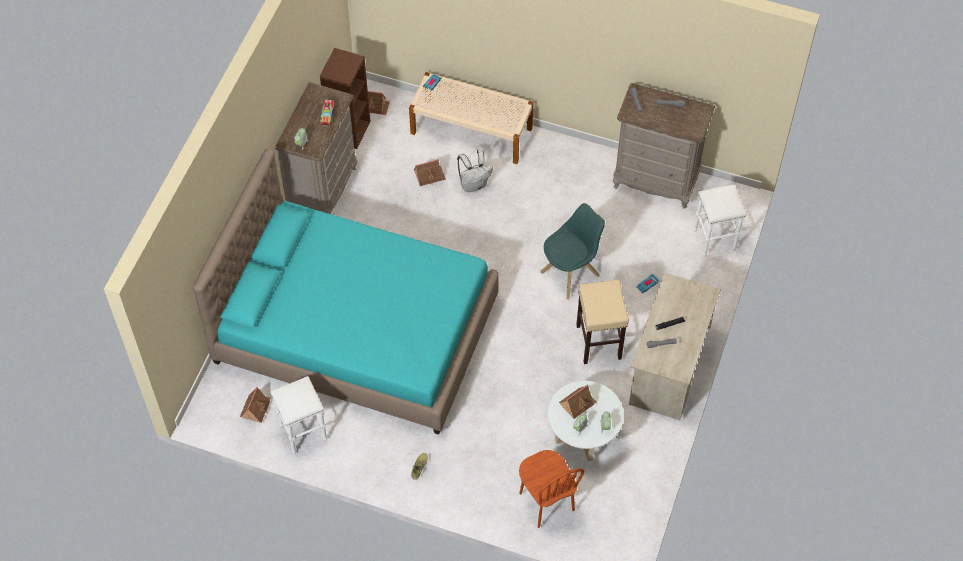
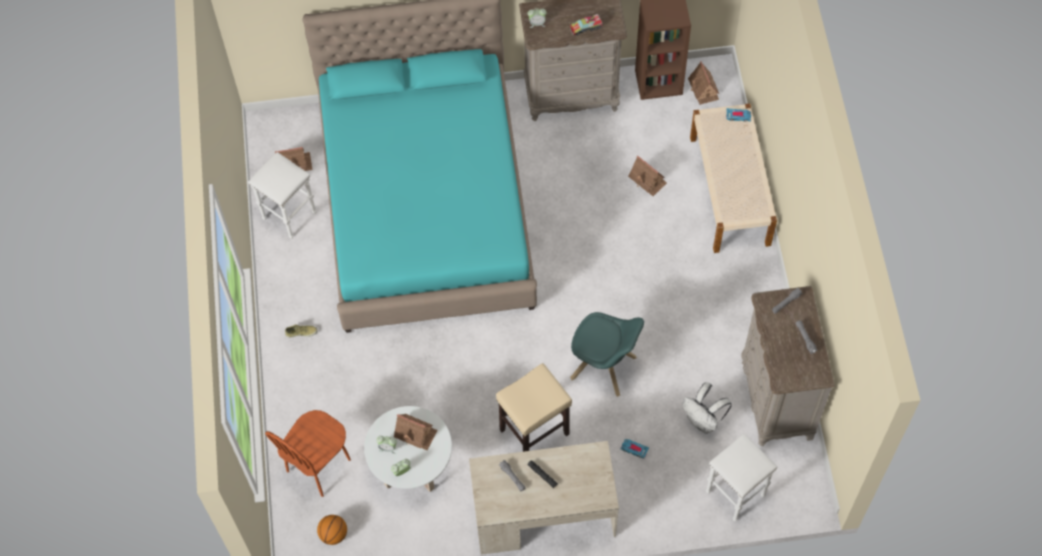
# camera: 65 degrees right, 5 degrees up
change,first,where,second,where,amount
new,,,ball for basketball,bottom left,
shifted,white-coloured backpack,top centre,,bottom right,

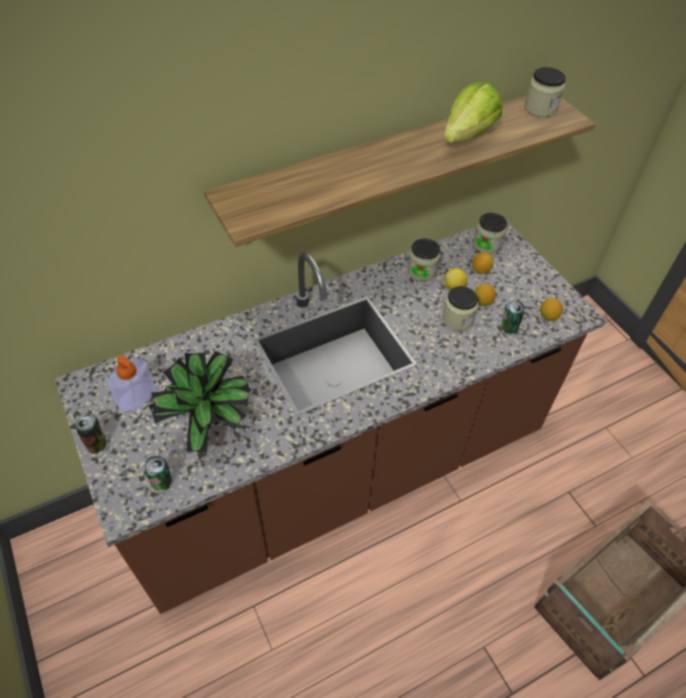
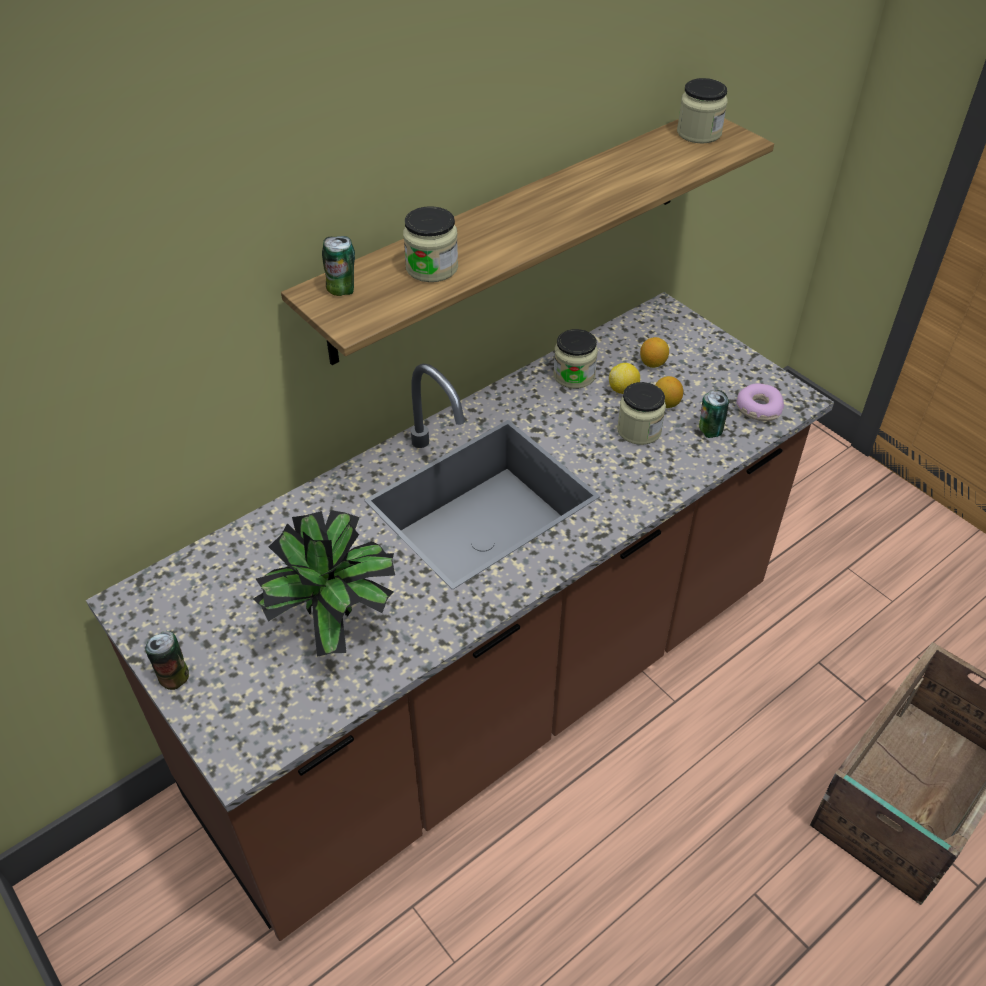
# camera: 10 degrees left, 5 degrees down
change,first,where,second,where,amount
shifted,can (no. 2 from left),bottom left,,top centre,
shifted,storage jar (no. 3 from left in the first image),middle right,storage jar (no. 1 from left),top centre,
swapped,citrus fruit (no. 4 from left),middle right,ring doughnut,middle right,
gone,soap dispenser,middle left,,,
gone,lettuce head,top right,,,

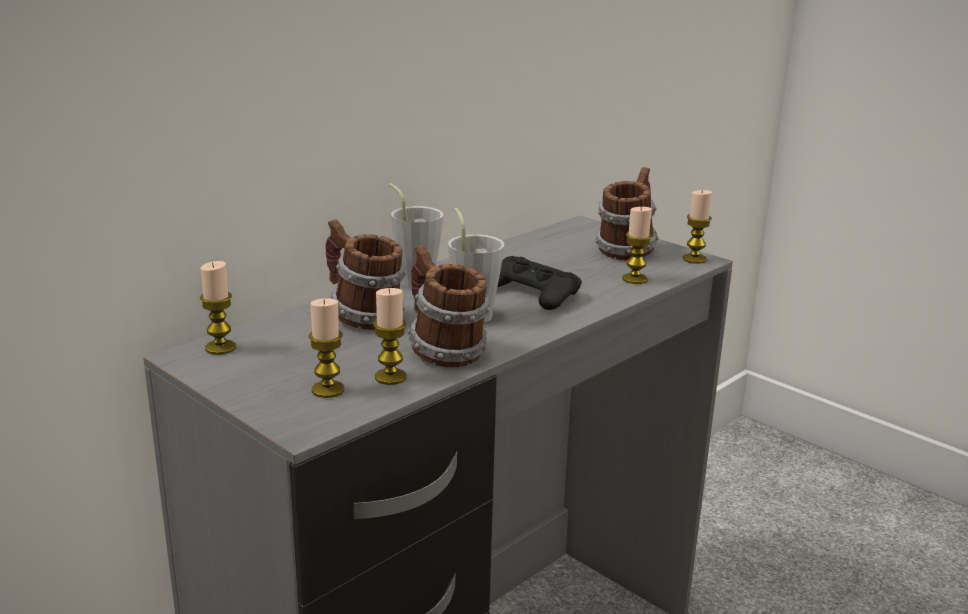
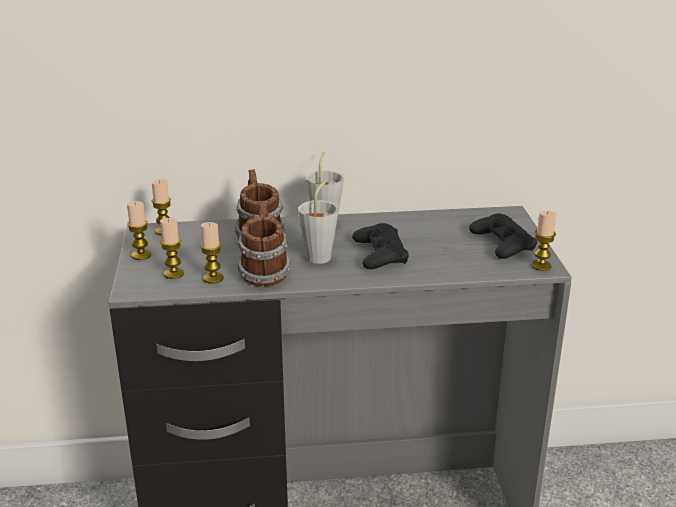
# camera: 40 degrees right, 5 degrees up
change,first,where,second,where,amount
shifted,wax light (no. 4 from left in the first image),centre,wax light (no. 1 from left),middle left,
swapped,tea mug (no. 3 from left),centre,blackish game controller (no. 2 from left),middle right,

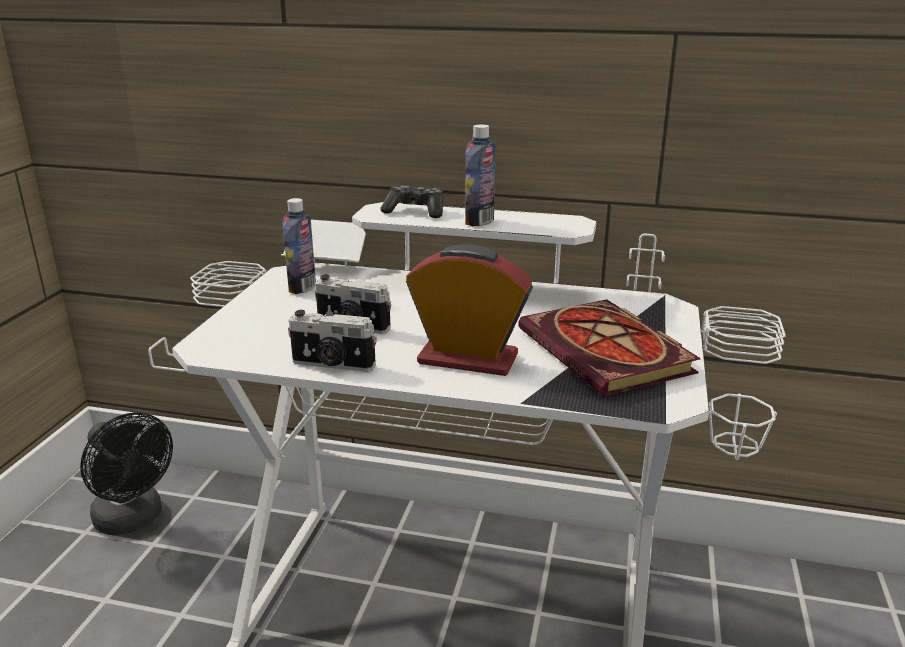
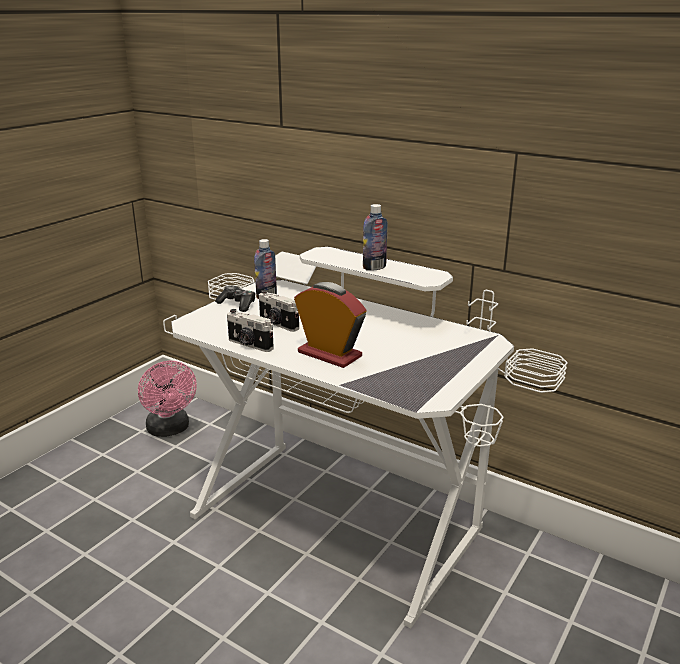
# camera: 20 degrees right, 0 degrees up
change,first,where,second,where,amount
repainted,blackish cooling fan,bottom left,pinkish cooling fan,middle left,
shifted,game controller,top centre,,centre,
gone,book,middle right,,,

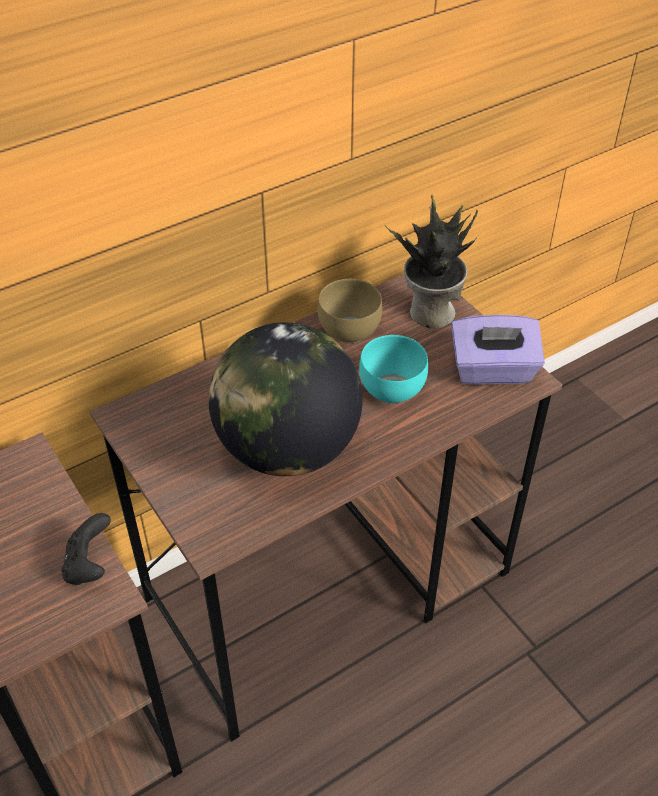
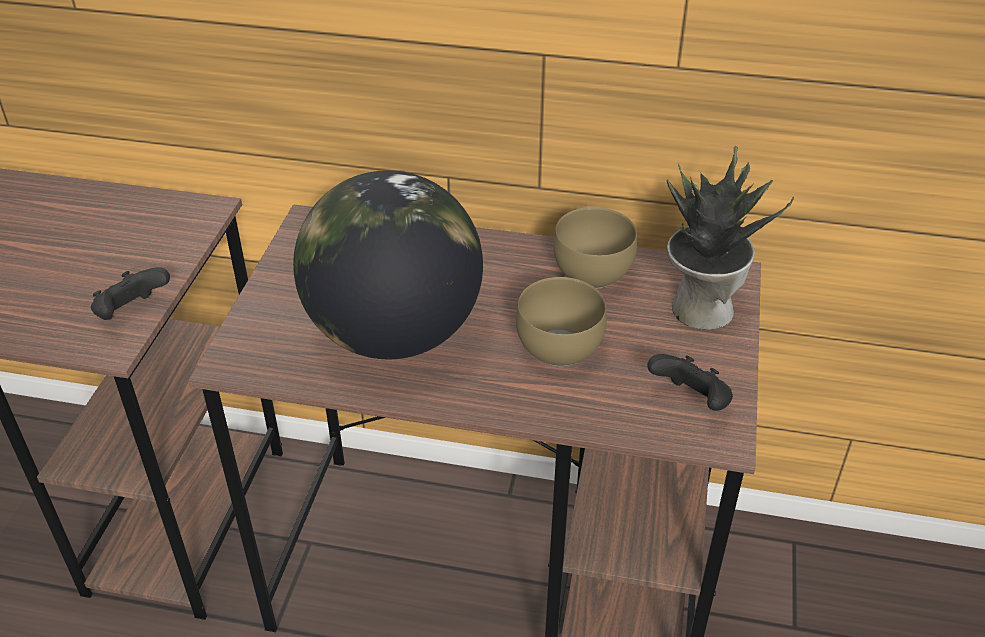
# camera: 45 degrees right, 5 degrees down
change,first,where,second,where,amount
repainted,blue-green deep dish,centre,brown deep dish (no. 1 from left),centre,
swapped,purplish box of tissues,middle right,blackish game controller (no. 2 from left),middle right,

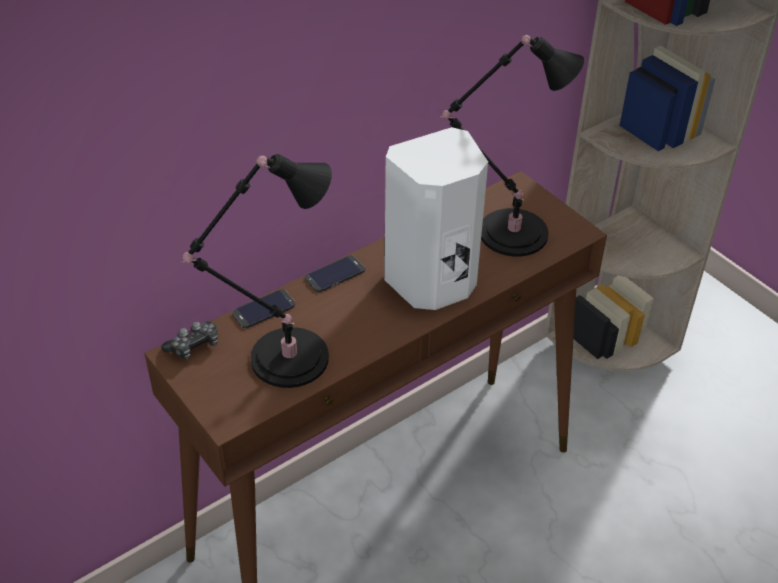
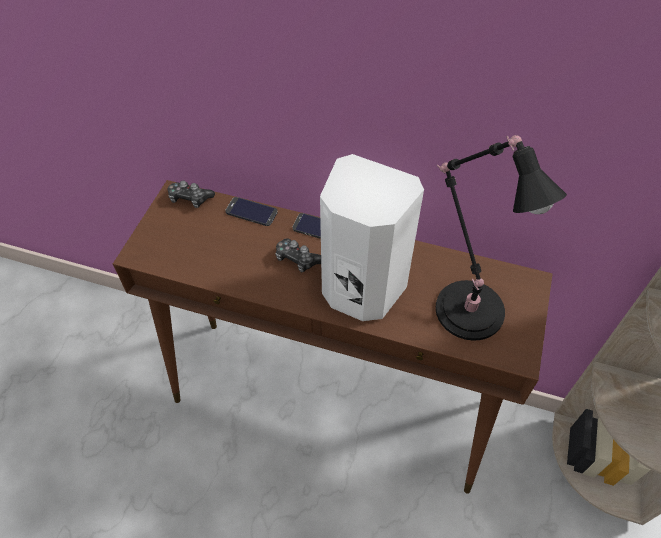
# camera: 55 degrees right, 10 degrees up
change,first,where,second,where,amount
new,,,game controller (no. 2 from left),centre,
gone,blackish table lamp (no. 1 from left),middle left,,,

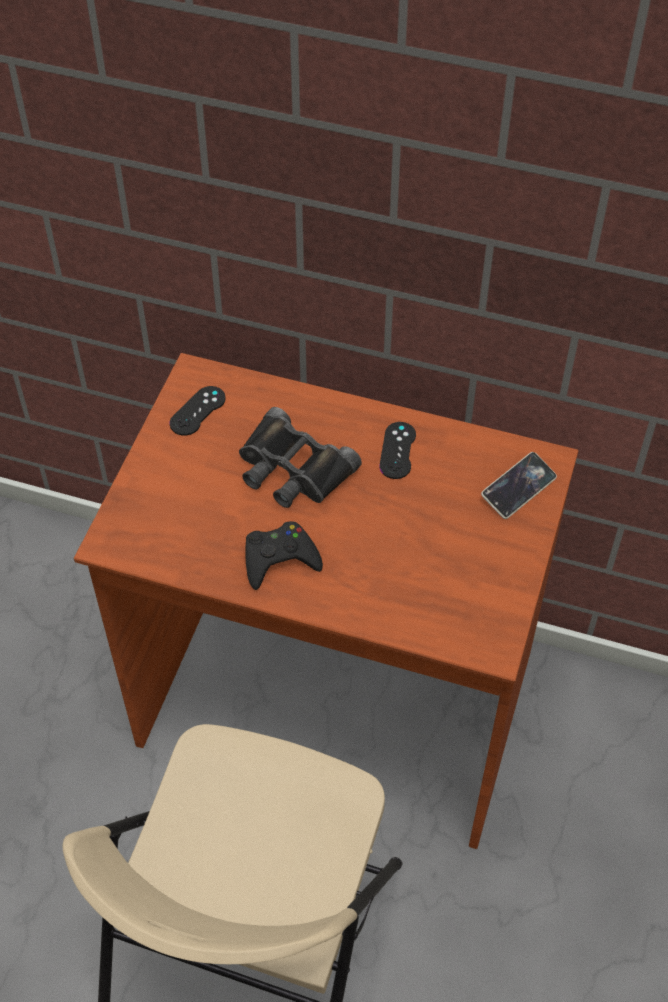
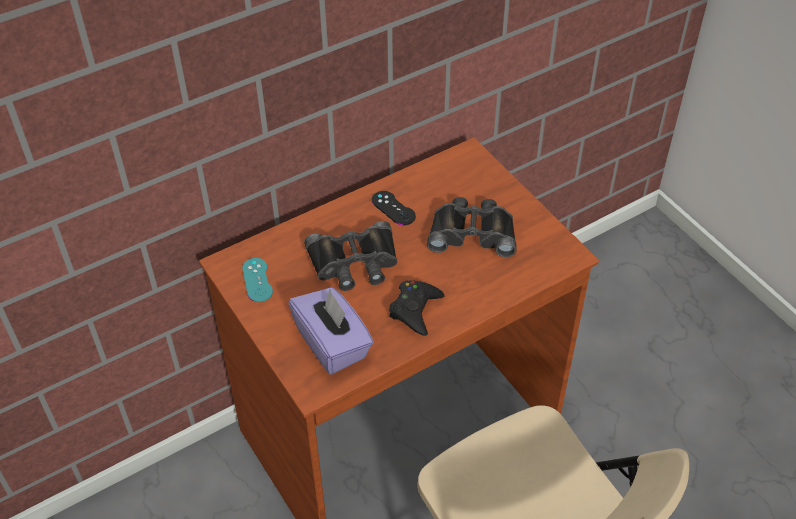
# camera: 50 degrees left, 5 degrees down
change,first,where,second,where,amount
repainted,blackish game controller (no. 1 from left),middle left,blue-green game controller,middle left,
new,,,purplish box of tissues,centre,
new,,,blackish field glasses (no. 2 from left),centre,
gone,telephone,middle right,,,

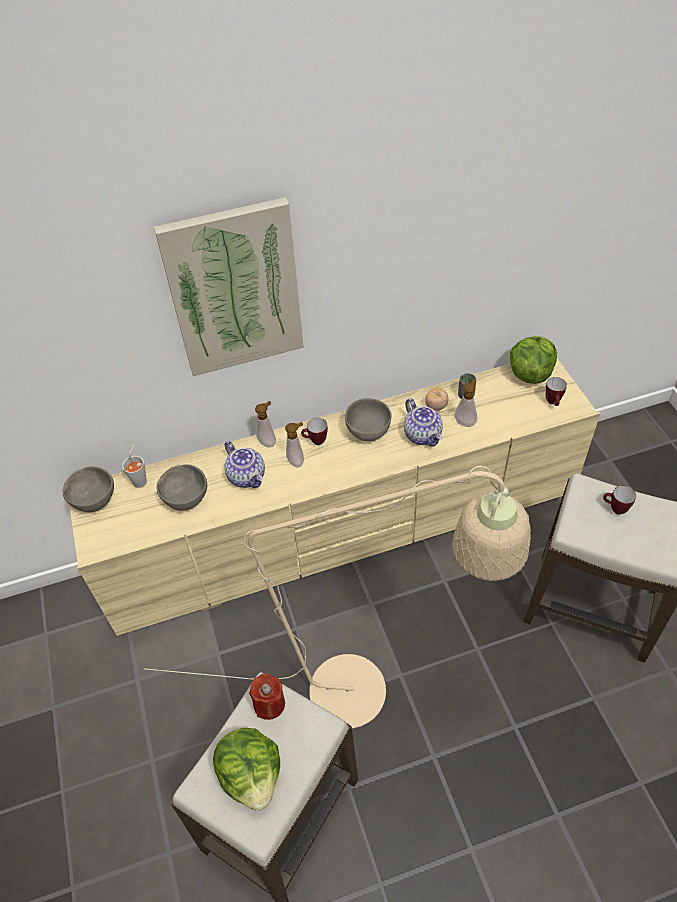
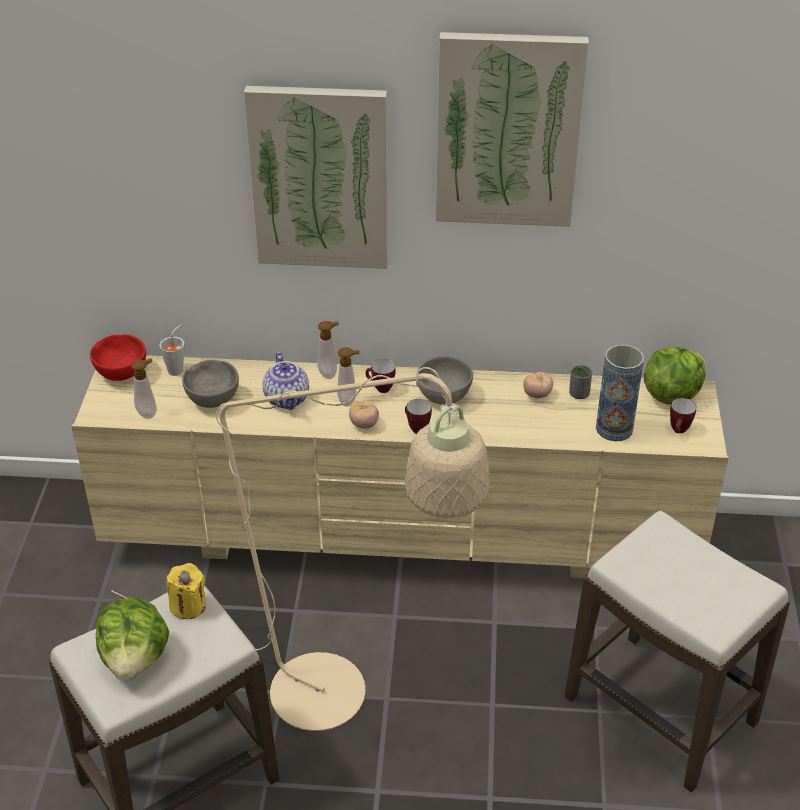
# camera: 20 degrees right, 10 degrees down
change,first,where,second,where,amount
repainted,grey deep dish (no. 1 from left),middle left,red-coloured deep dish,middle left,
shifted,soap dispenser (no. 3 from left in the first image),middle right,soap dispenser (no. 1 from left),middle left,
repainted,red-coloured wax light,bottom centre,yellowish wax light,bottom left,
new,,,tomato (no. 1 from left),centre,
shifted,tea mug (no. 3 from left in the first image),middle right,tea mug (no. 2 from left),centre,
new,,,picture (no. 2 from left),top centre,
new,,,flower vase,middle right,
gone,tea pot (no. 2 from left),centre,,,

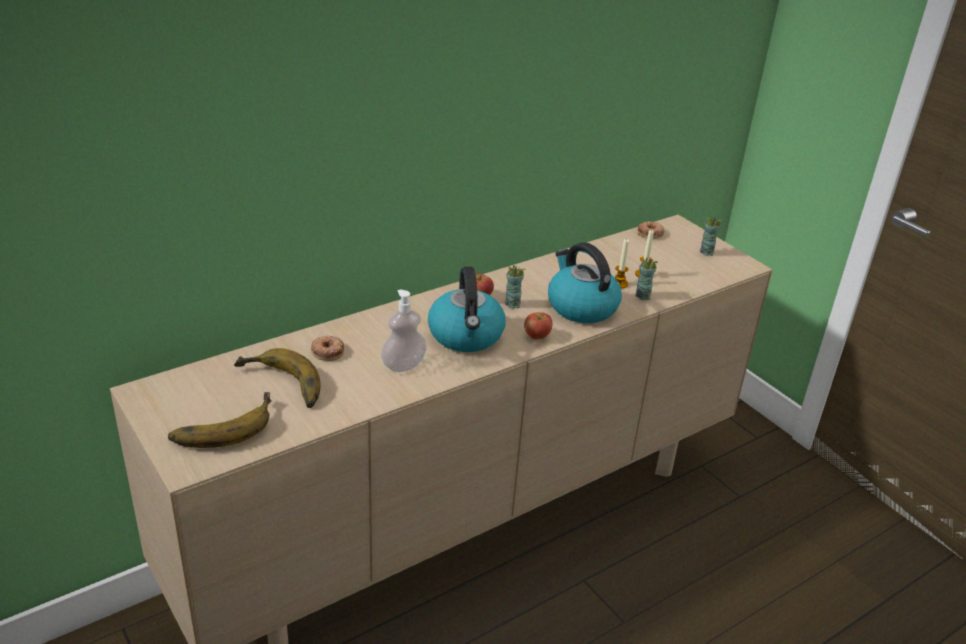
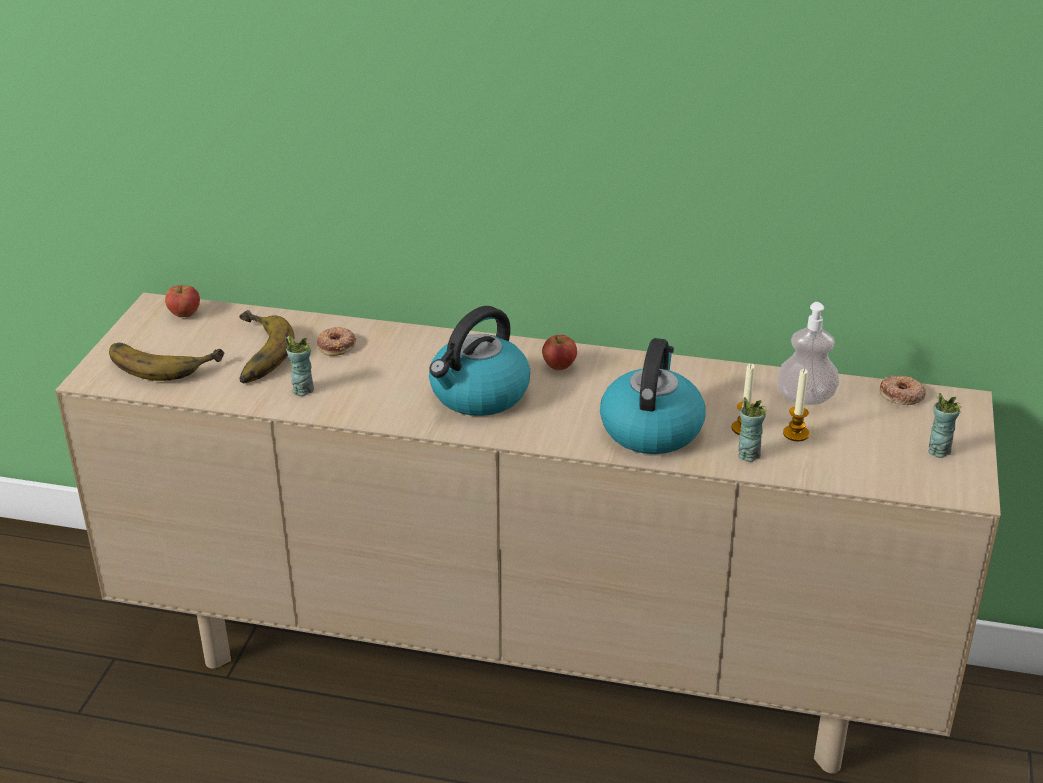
# camera: 50 degrees right, 0 degrees up
change,first,where,second,where,amount
shifted,whole apple (no. 2 from left in the first image),centre,whole apple (no. 1 from left),middle left,
shifted,cup (no. 1 from left),centre,,middle left,
shifted,soap dispenser,centre,,middle right,

